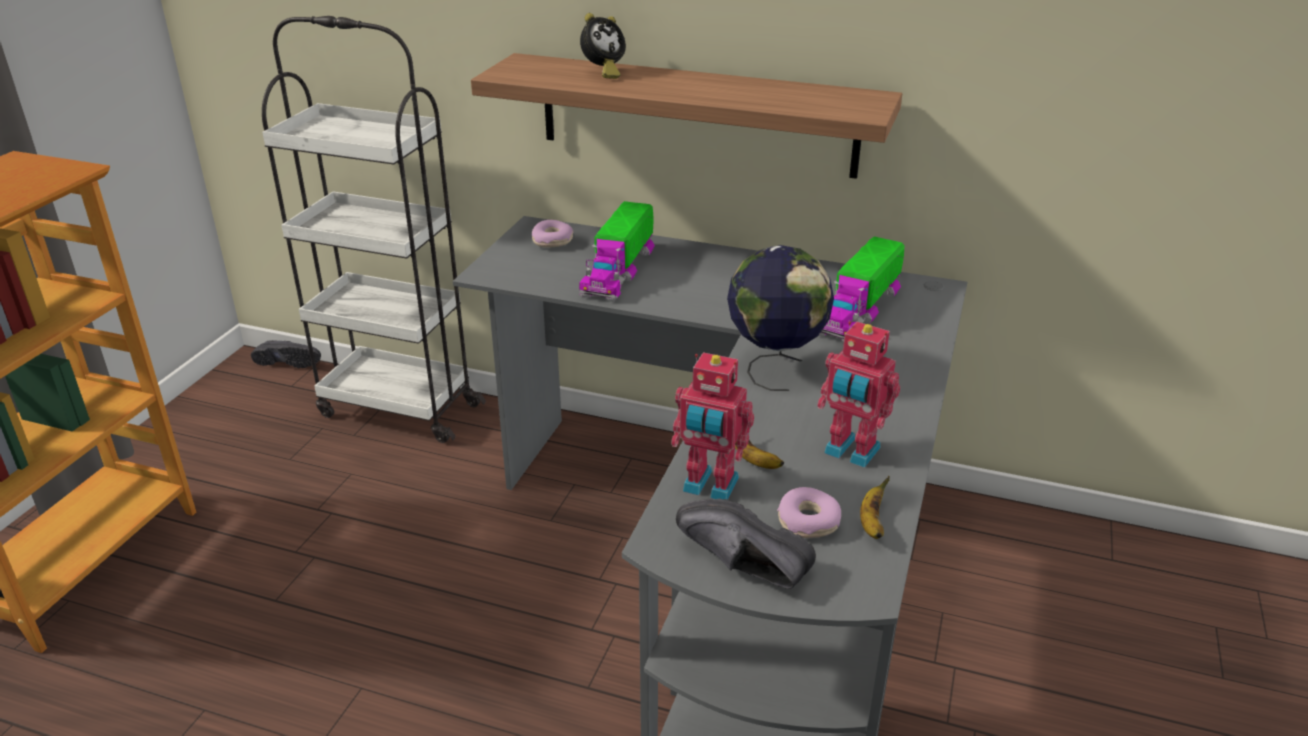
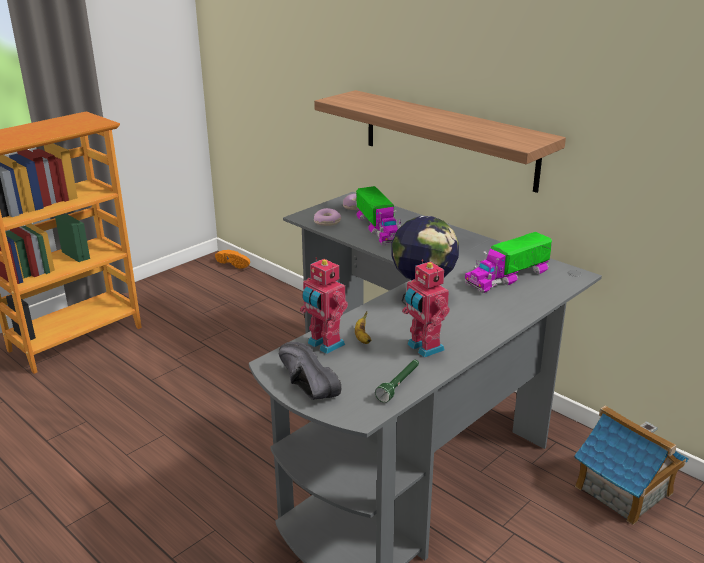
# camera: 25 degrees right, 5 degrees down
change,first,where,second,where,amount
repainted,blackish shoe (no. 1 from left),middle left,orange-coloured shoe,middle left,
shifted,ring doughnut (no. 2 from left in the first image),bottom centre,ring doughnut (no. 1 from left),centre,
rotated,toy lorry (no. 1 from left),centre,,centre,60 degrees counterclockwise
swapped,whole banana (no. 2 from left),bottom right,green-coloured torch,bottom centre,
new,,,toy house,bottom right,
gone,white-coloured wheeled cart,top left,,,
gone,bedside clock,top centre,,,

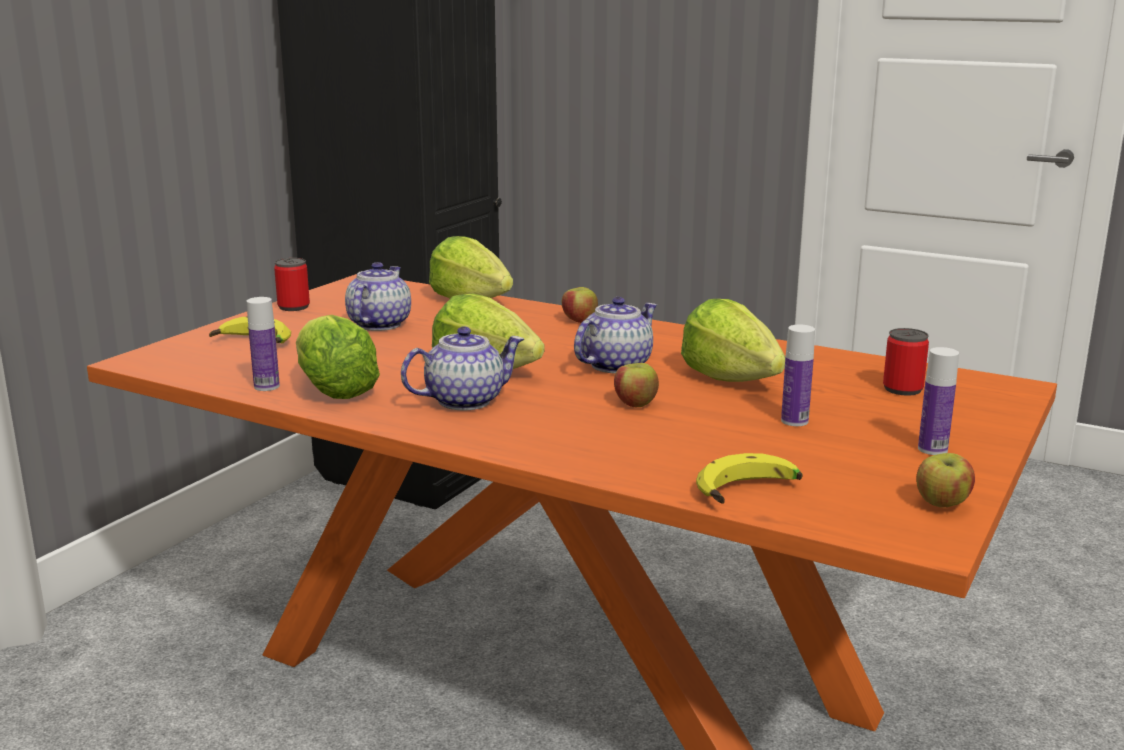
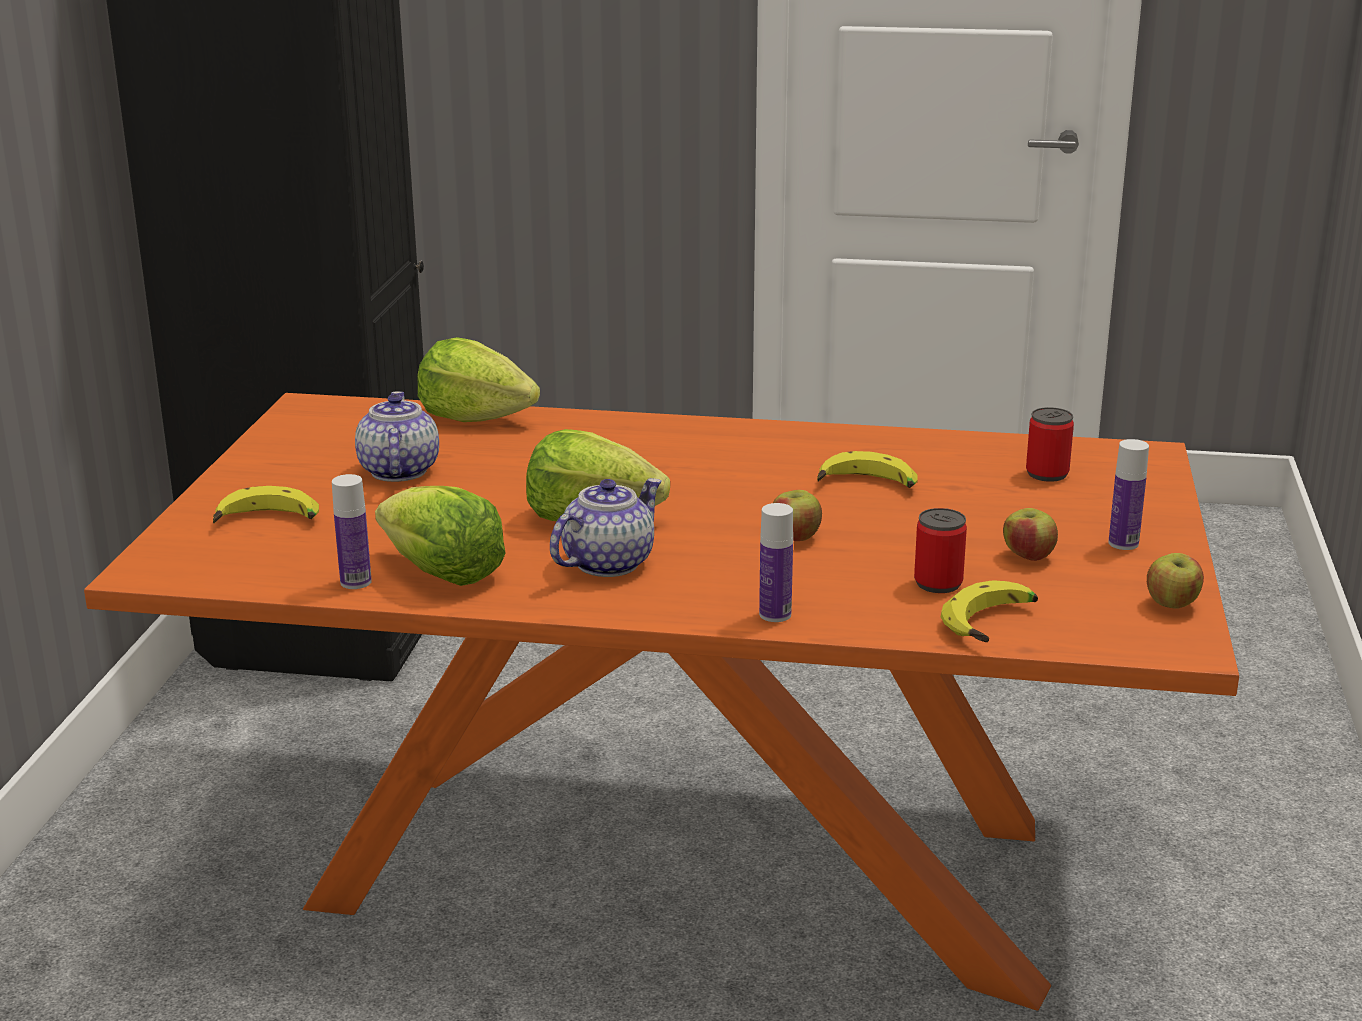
# camera: 20 degrees left, 5 degrees up
change,first,where,second,where,amount
shifted,beverage bottle (no. 2 from left),middle right,,centre,
swapped,lettuce head (no. 4 from left),centre,whole banana (no. 2 from left),centre,
shifted,can (no. 1 from left),middle left,,middle right,
shifted,whole apple (no. 1 from left in the first image),centre,whole apple (no. 2 from left),middle right,
gone,tea pot (no. 3 from left),centre,,,

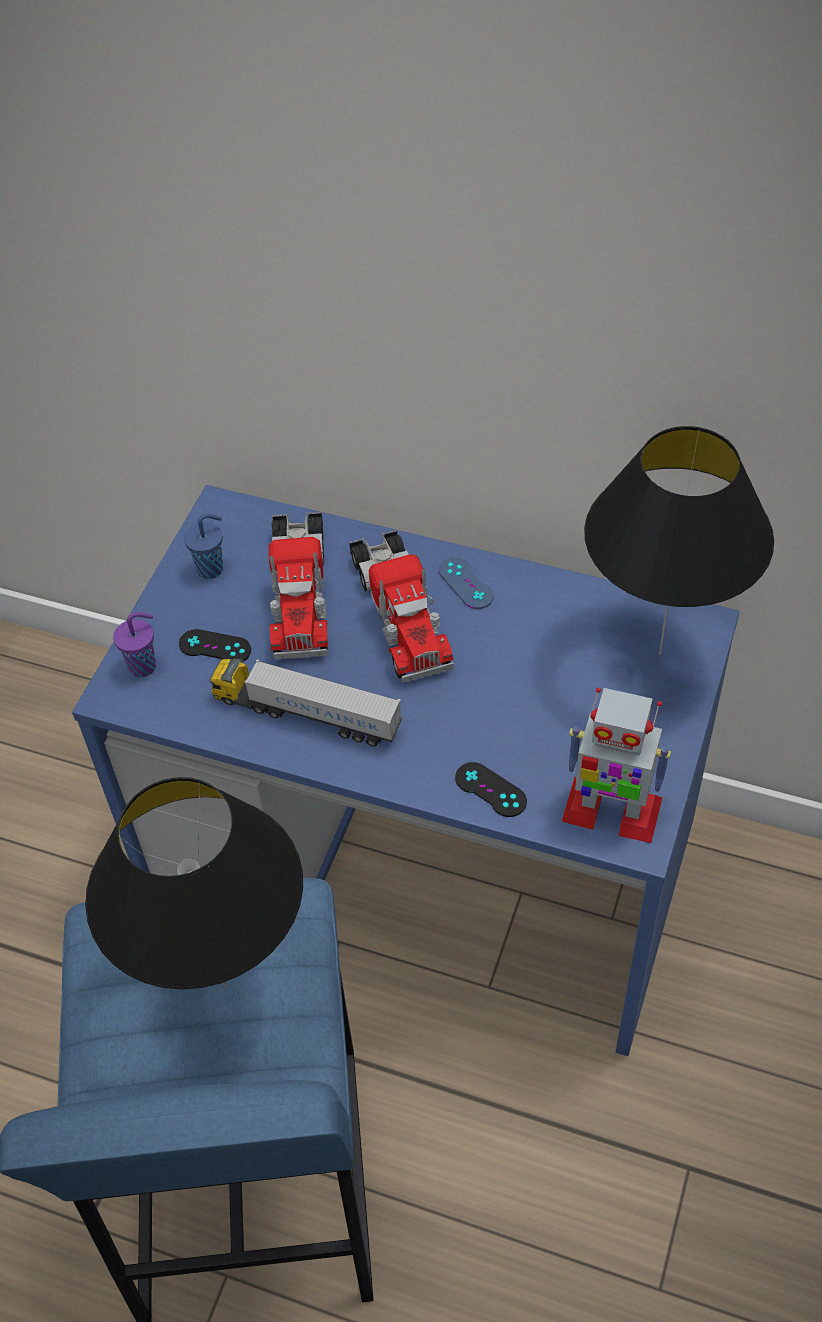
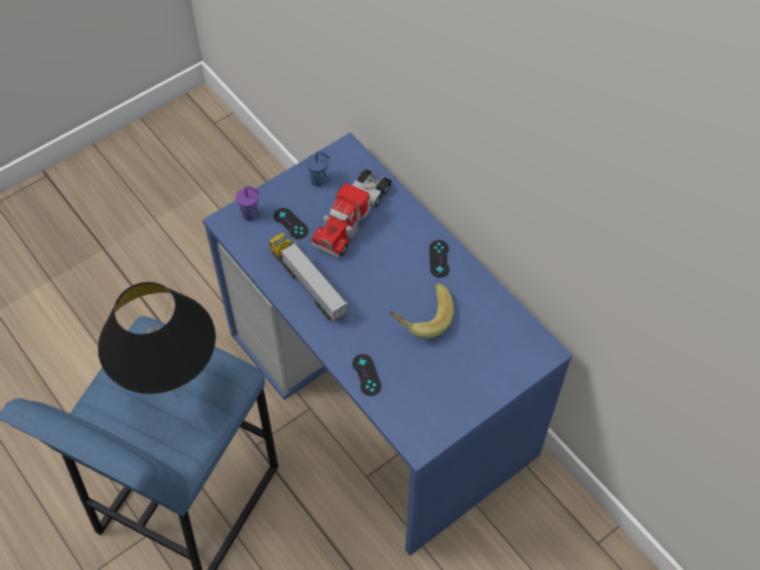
# camera: 30 degrees right, 5 degrees up
change,first,where,second,where,amount
new,,,whole banana,centre,
repainted,blue-coloured game controller,centre,blackish game controller (no. 3 from left),centre,
gone,toy lorry (no. 3 from left),centre,,,
gone,robot figure,middle right,,,
gone,blackish table lamp (no. 2 from left),middle right,,,

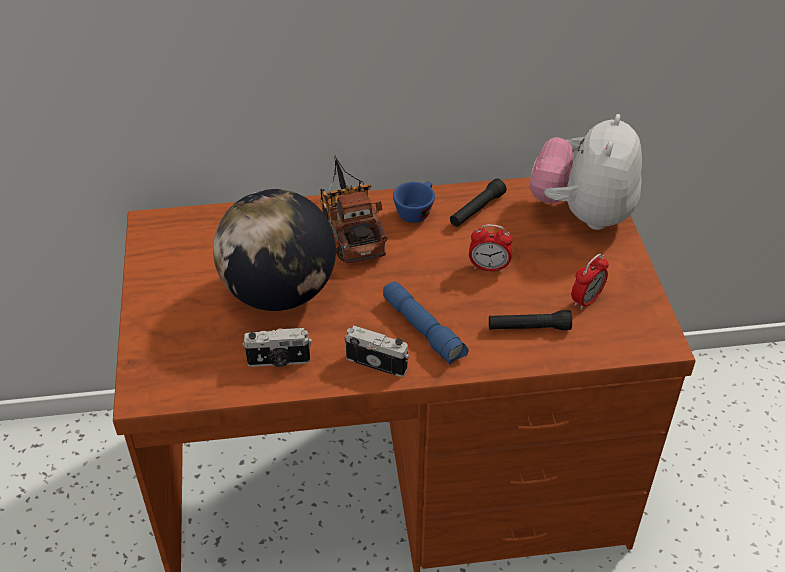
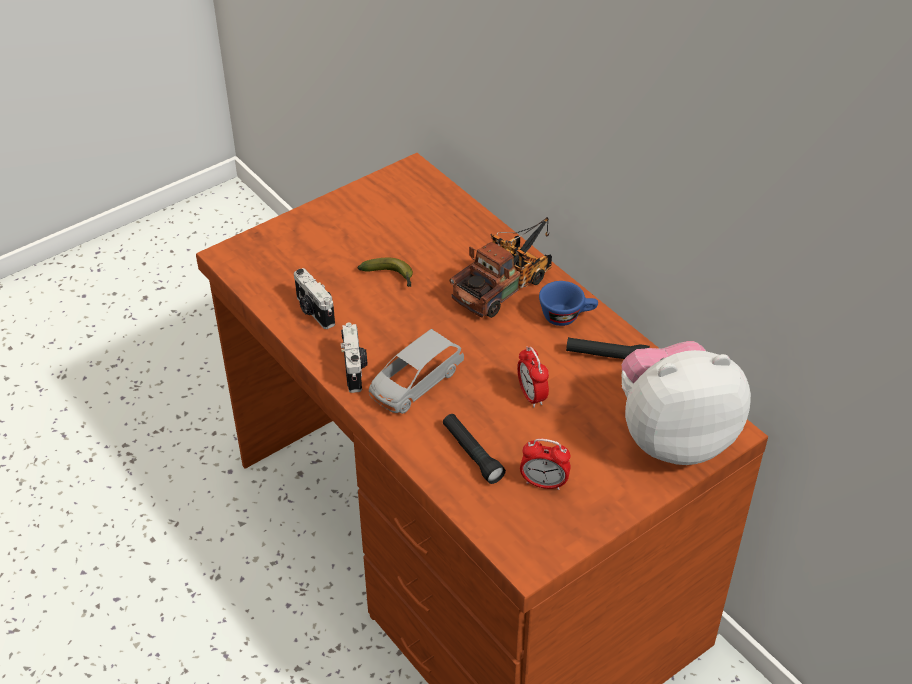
# camera: 60 degrees right, 0 degrees up
change,first,where,second,where,amount
swapped,globe,centre,whole banana,centre,
swapped,blue-coloured torch,centre,grey model car,centre,

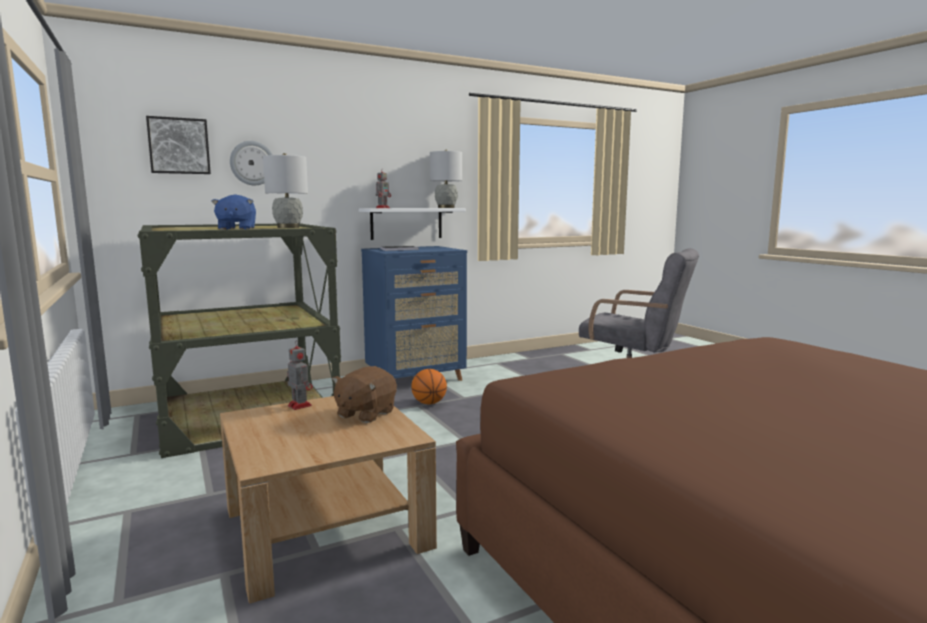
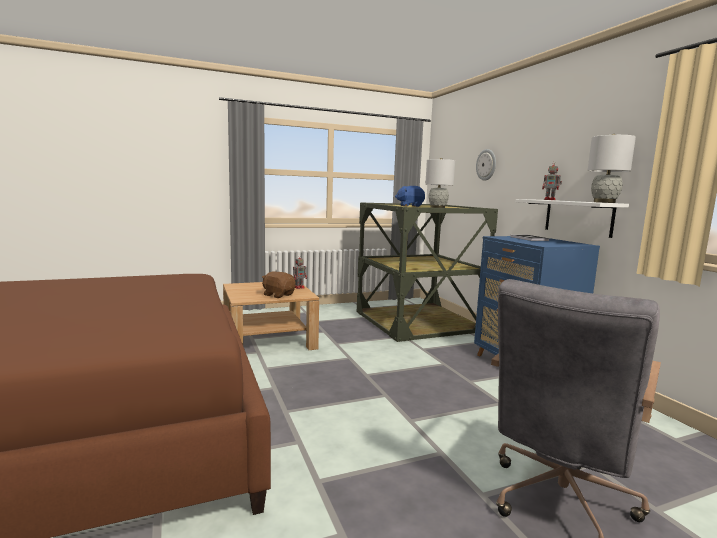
# camera: 95 degrees right, 0 degrees up
change,first,where,second,where,amount
gone,picture,top left,,,
gone,ball for basketball,centre,,,

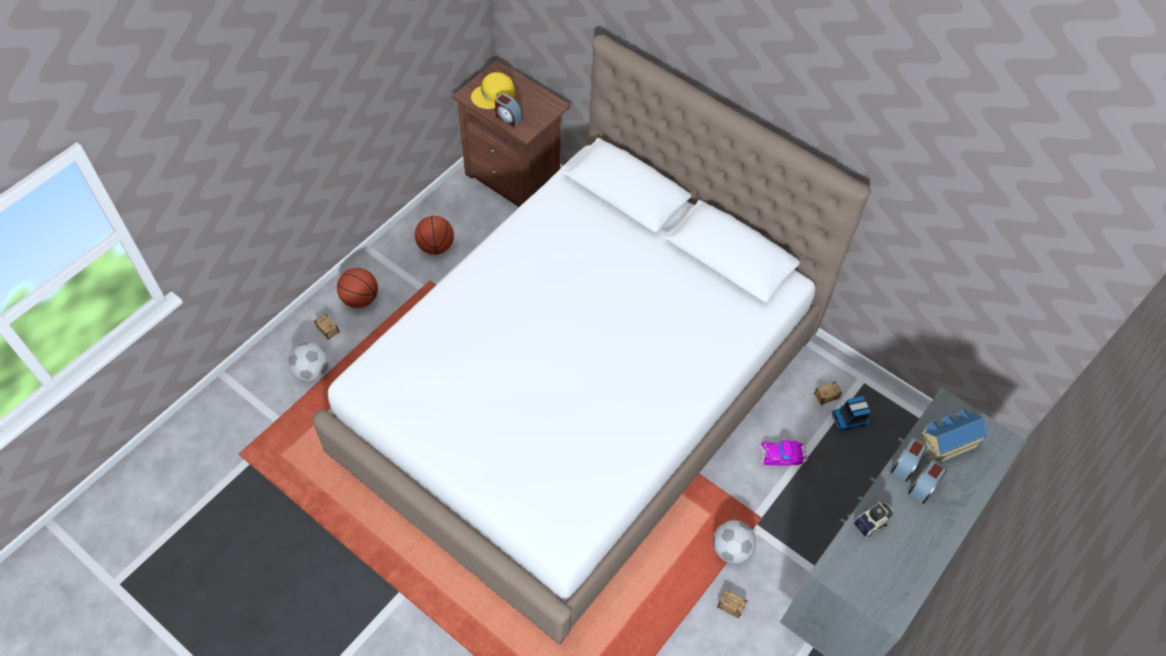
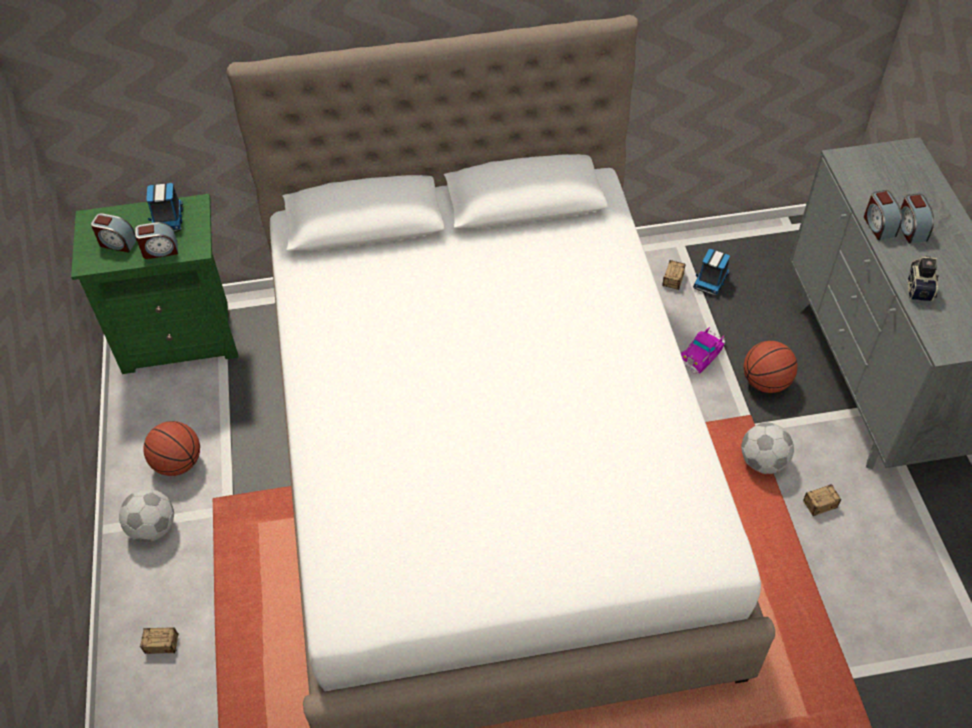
# camera: 45 degrees left, 5 degrees down
change,first,where,second,where,amount
repainted,brown bedside table,top centre,green-coloured bedside table,middle left,
swapped,yellowish baseball cap,top centre,bedside clock (no. 1 from left),top left,
shifted,football (no. 1 from left),middle left,,bottom left,
new,,,toy lorry (no. 1 from left),top left,
shifted,ball for basketball (no. 1 from left in the first image),middle left,ball for basketball (no. 2 from left),middle right,
gone,toy house,middle right,,,

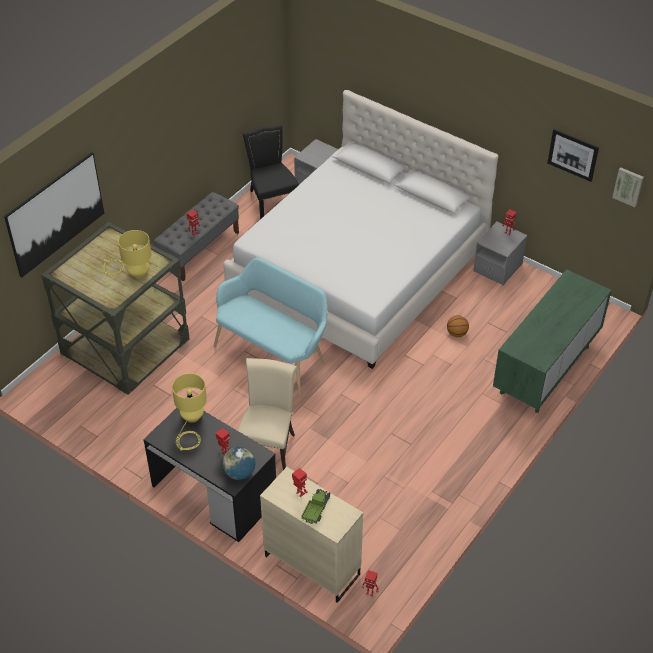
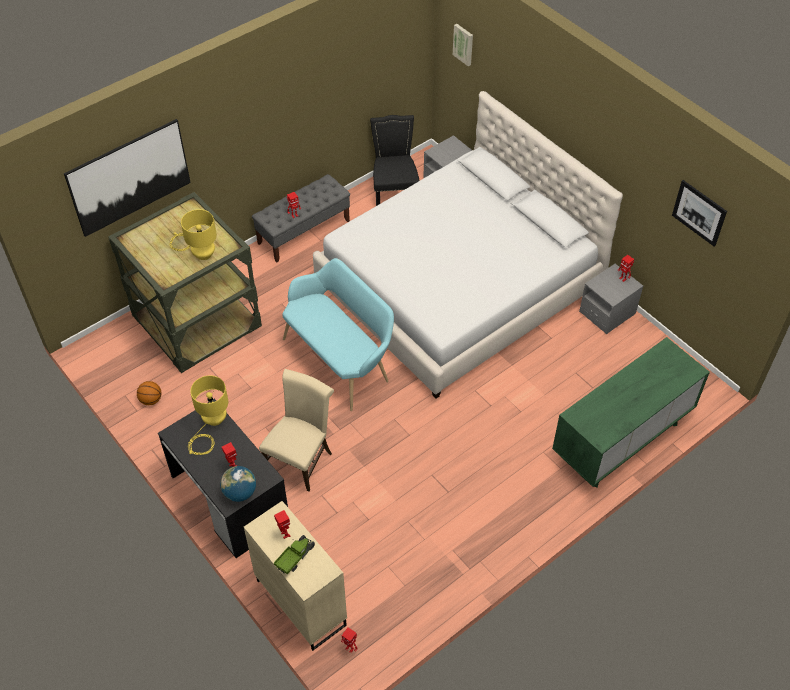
# camera: 15 degrees right, 5 degrees up
change,first,where,second,where,amount
shifted,ball for basketball,middle right,,middle left,
shifted,picture (no. 3 from left in the first image),top right,picture (no. 2 from left),top centre,

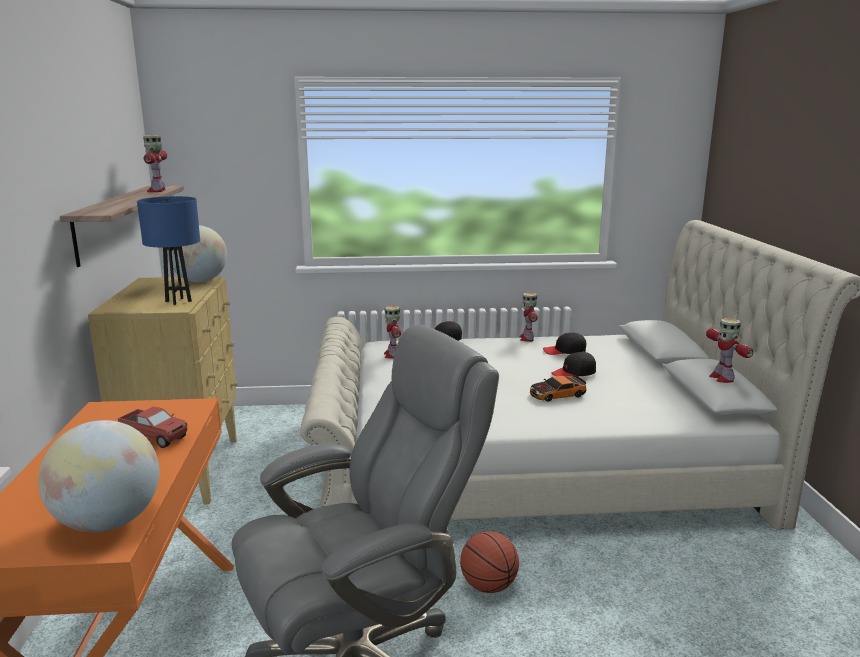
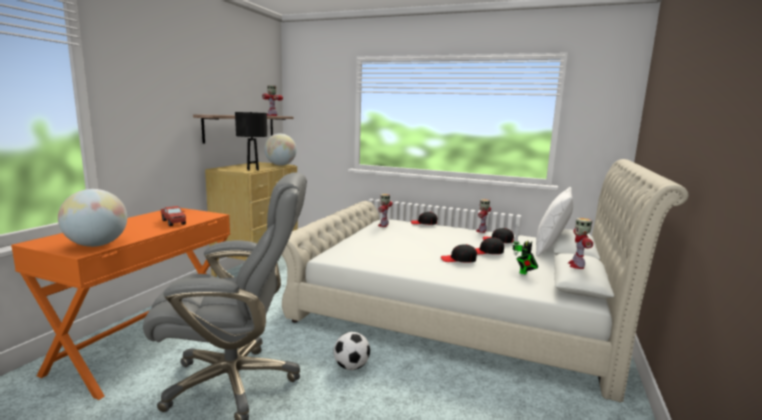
# camera: 25 degrees right, 5 degrees down
change,first,where,second,where,amount
repainted,blue-coloured table lamp,middle left,blackish table lamp,middle left,
swapped,ball for basketball,bottom centre,football,bottom centre,
swapped,model car,centre,blackish baseball cap (no. 2 from left),centre,
new,,,robot figure (no. 4 from left),middle right,
new,,,white-coloured pillow,middle right,

